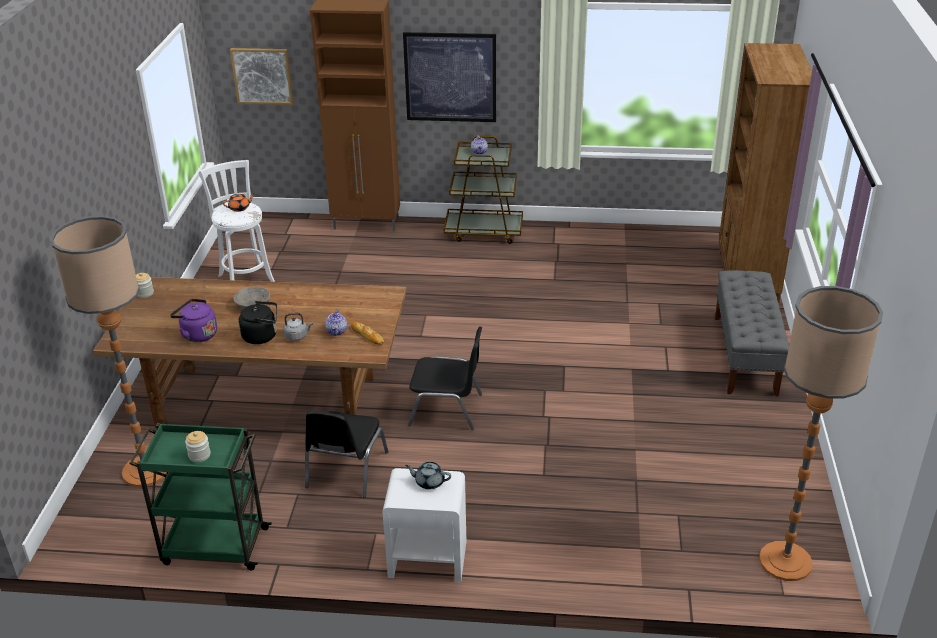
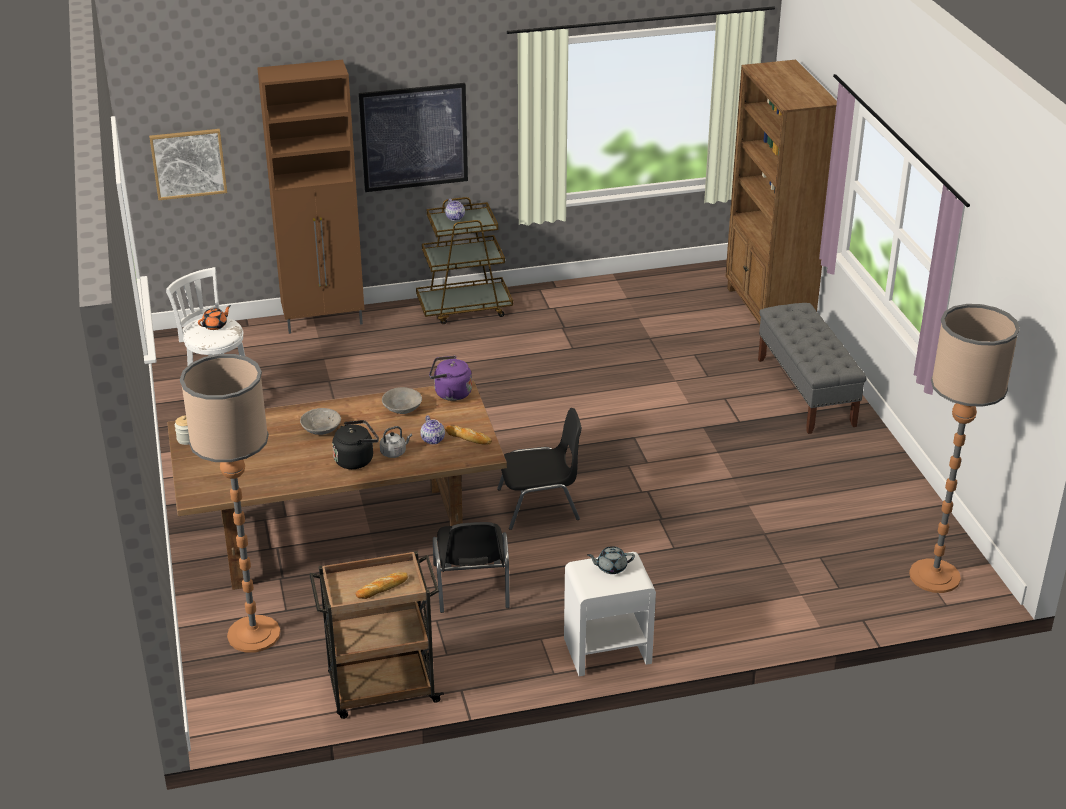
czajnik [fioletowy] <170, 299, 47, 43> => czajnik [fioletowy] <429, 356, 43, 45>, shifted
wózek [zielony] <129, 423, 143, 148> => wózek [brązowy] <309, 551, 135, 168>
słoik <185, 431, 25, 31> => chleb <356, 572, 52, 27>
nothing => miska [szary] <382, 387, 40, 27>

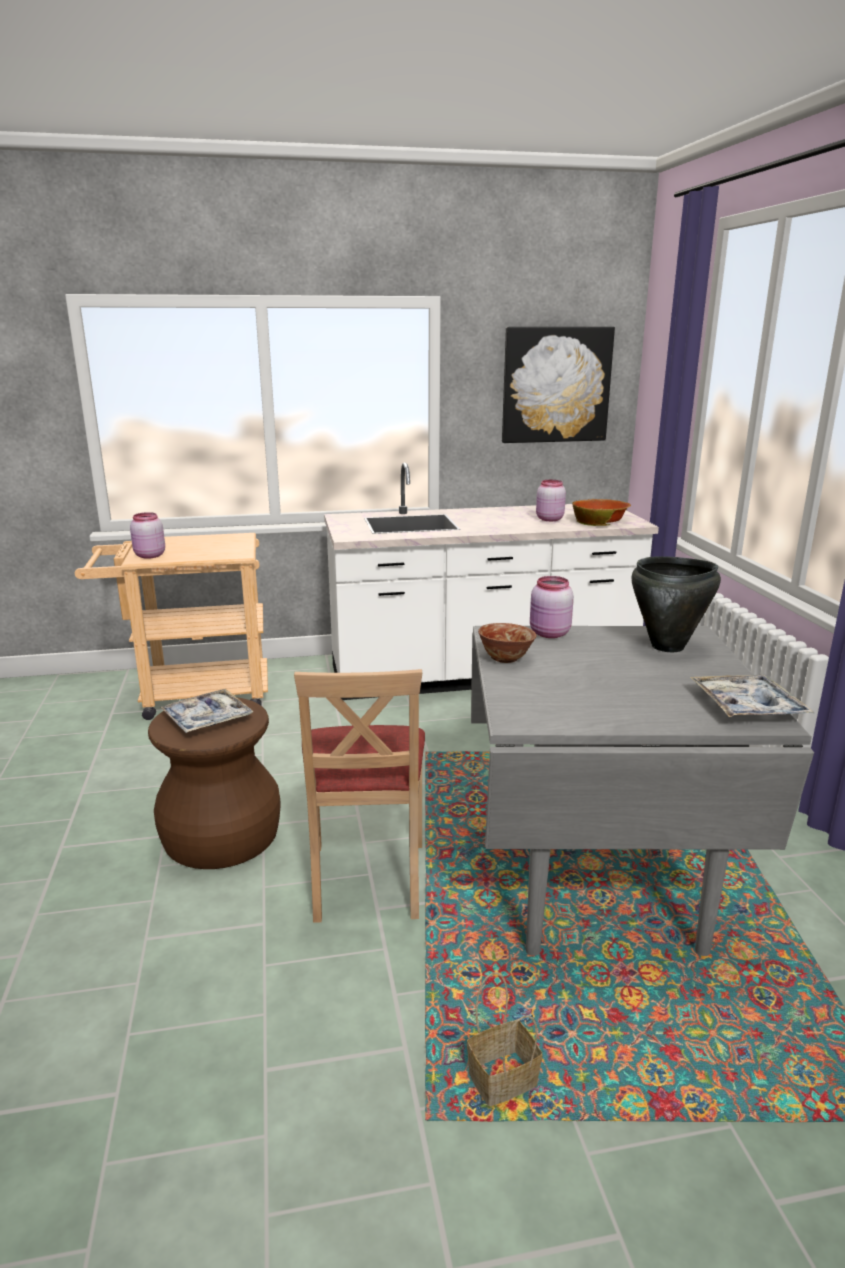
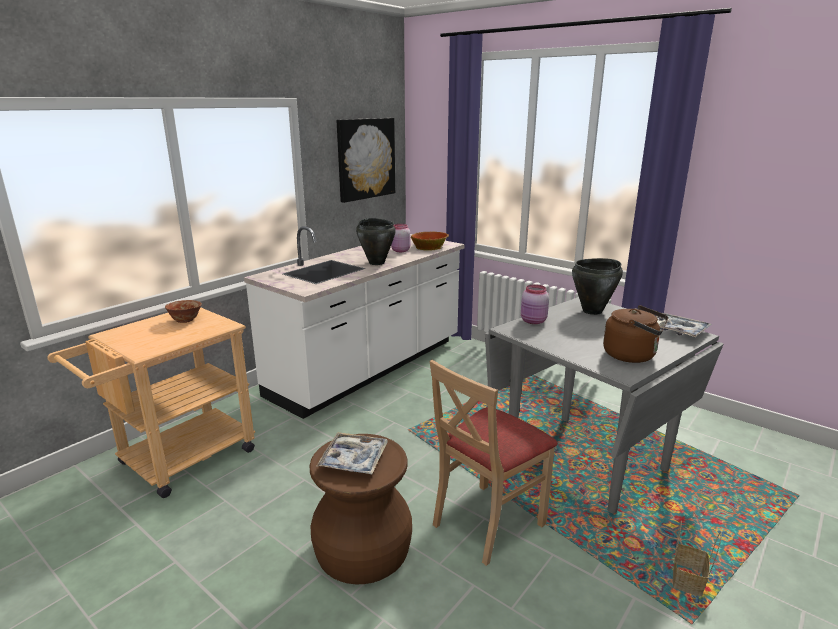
słoik [różowy] <130, 512, 35, 47> => nothing
miska <478, 623, 59, 40> => miska <165, 300, 37, 23>, shifted
krzesło [beżowy] <294, 669, 131, 254> => krzesło [beżowy] <430, 360, 128, 206>, 90 degrees clockwise
nothing => garnek [czarny] <356, 218, 40, 47>
nothing => czajnik [brązowy] <603, 305, 65, 58>

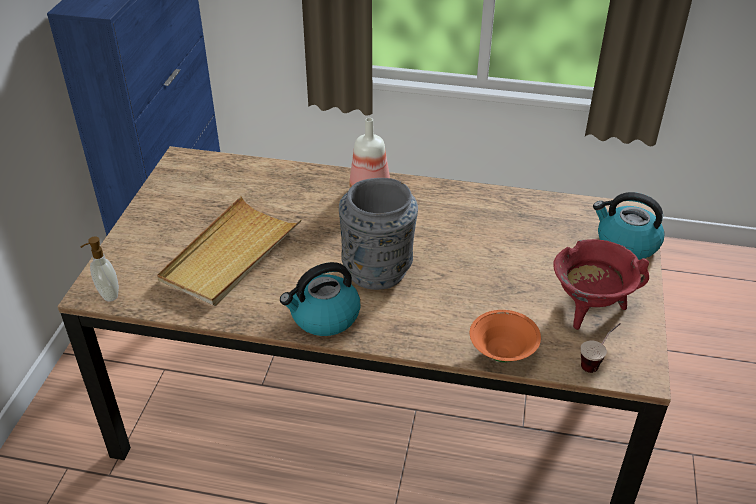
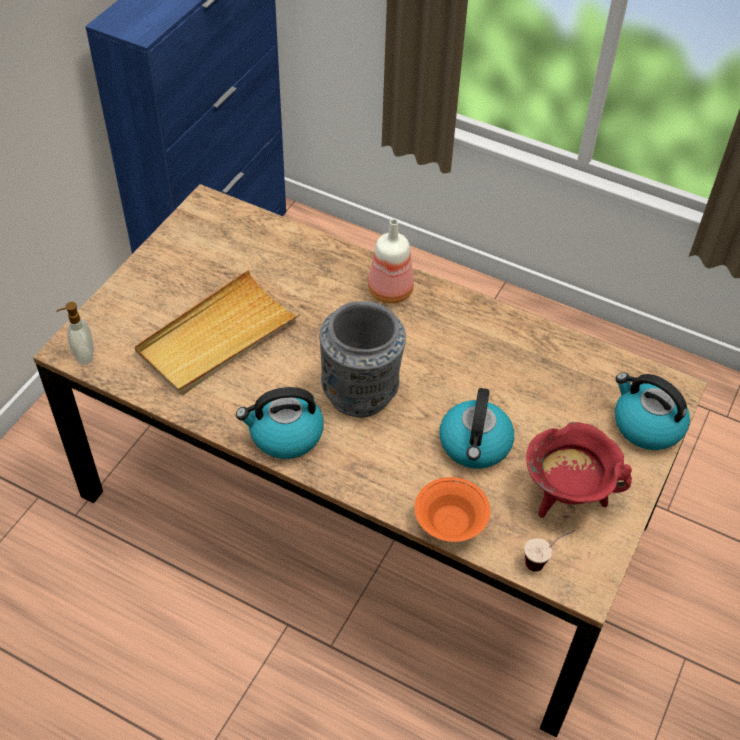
nothing => czajnik <439, 388, 75, 81>

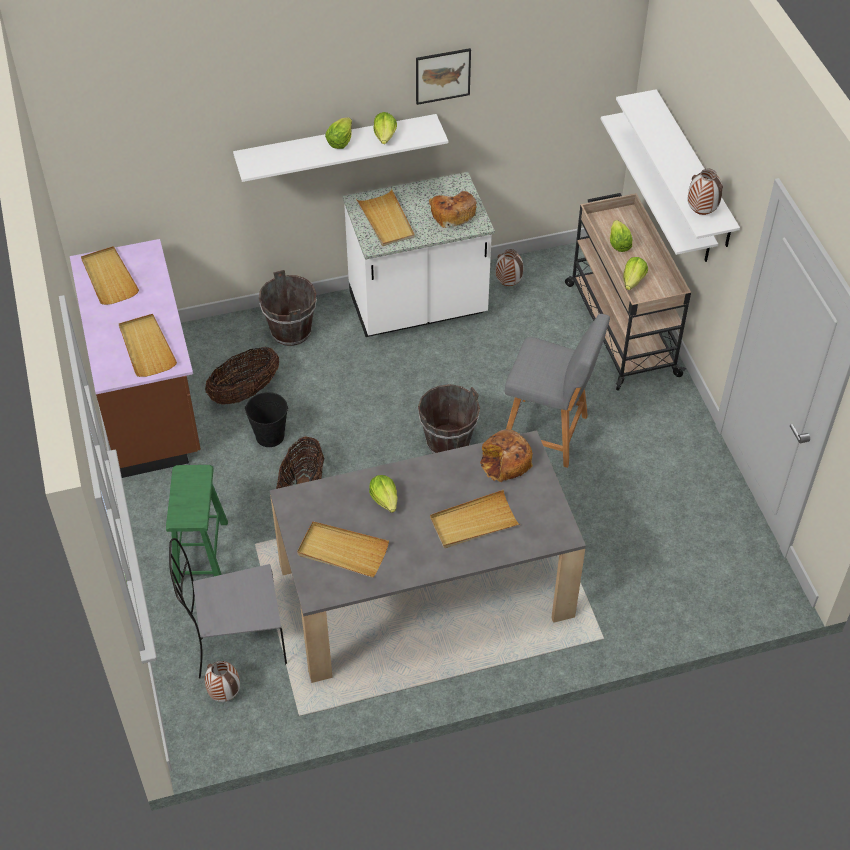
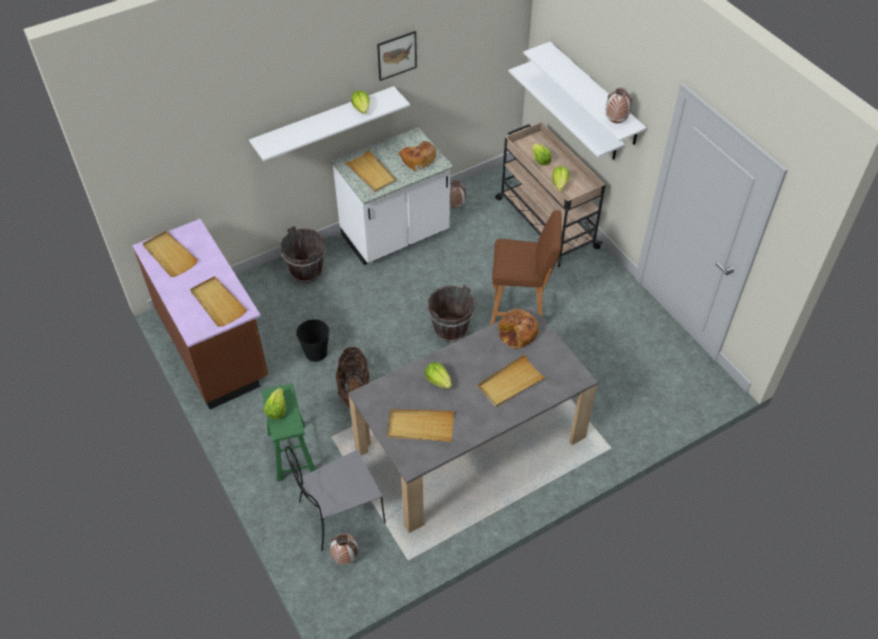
sałata <325, 117, 27, 32> => sałata <264, 388, 21, 31>, shifted
stołek [szary] <504, 314, 106, 154> => stołek [brązowy] <490, 211, 72, 114>
koszyk <205, 347, 74, 58> => nothing

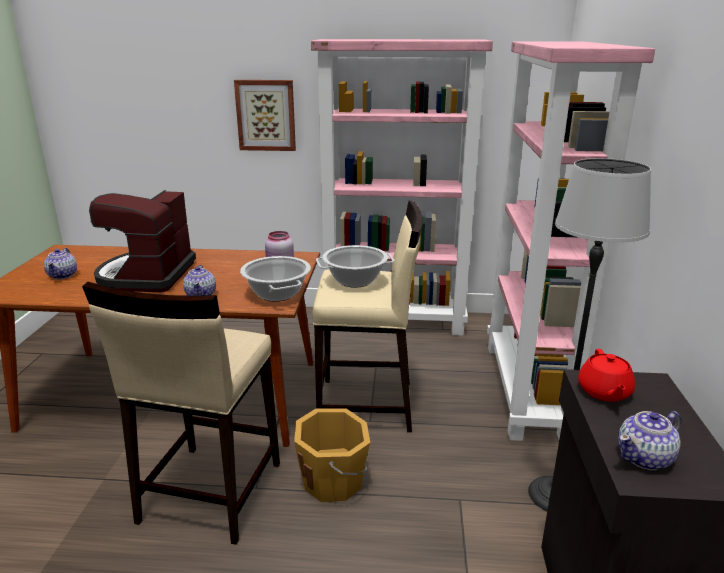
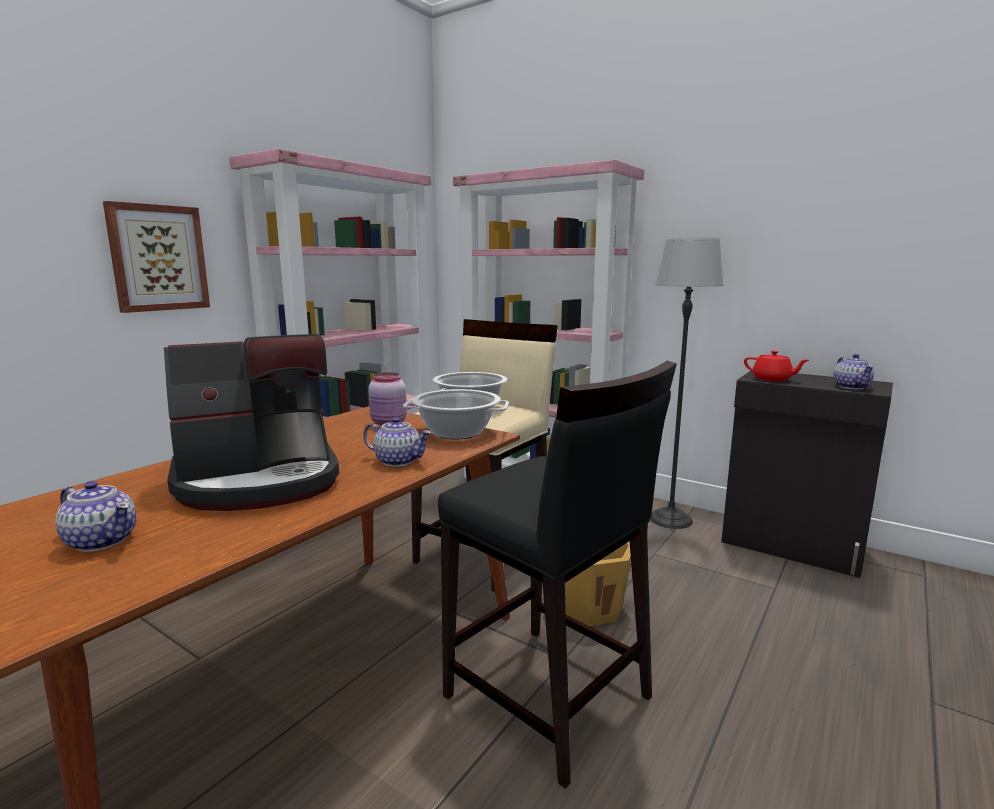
ekspres do kawy <89, 190, 107, 102> => ekspres do kawy <164, 334, 175, 177>, 60 degrees counterclockwise
stołek [beżowy] <82, 282, 198, 263> => stołek [czarny] <438, 361, 239, 428>

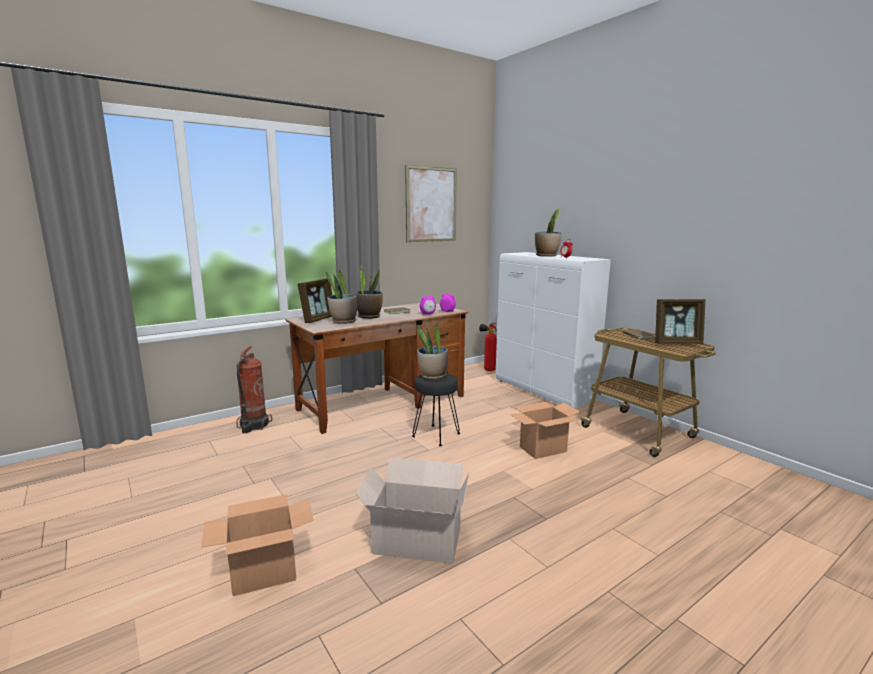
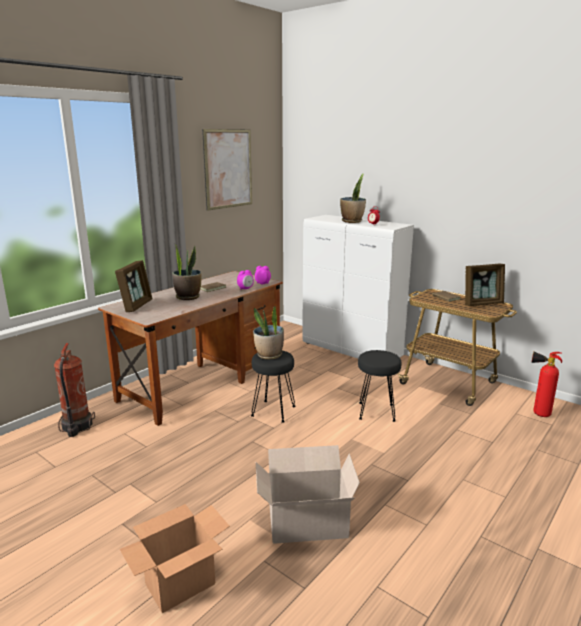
roślina doniczkowa <326, 269, 31, 55> => nothing
gaśnica <479, 323, 18, 48> => gaśnica <532, 352, 30, 65>, shifted
karton <510, 402, 70, 57> => stołek [czarny] <358, 350, 43, 72>

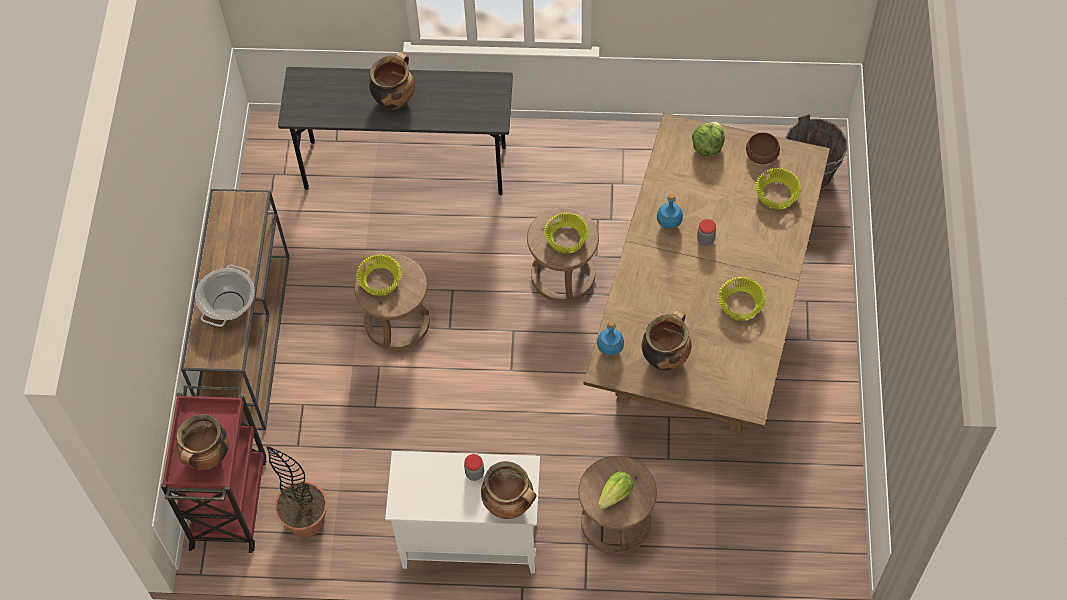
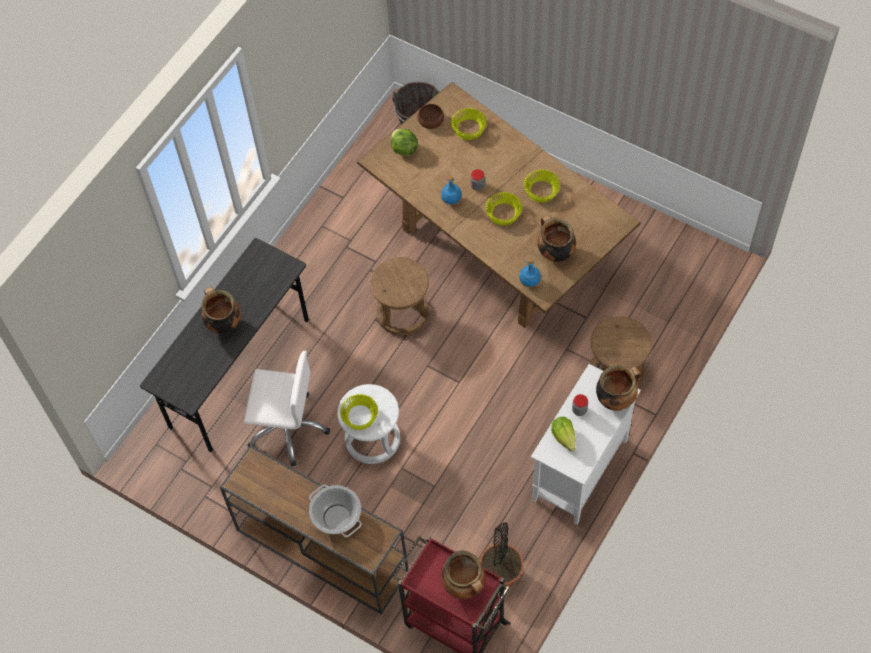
miska [żółty] <544, 213, 45, 41> => miska [żółty] <485, 192, 37, 34>, shifted
stołek [brązowy] <354, 255, 76, 96> => stołek [biały] <337, 384, 63, 80>
sałata <598, 471, 35, 39> => sałata <551, 417, 25, 34>, shifted
nothing => krzesło biurowe [biały] <244, 351, 86, 115>

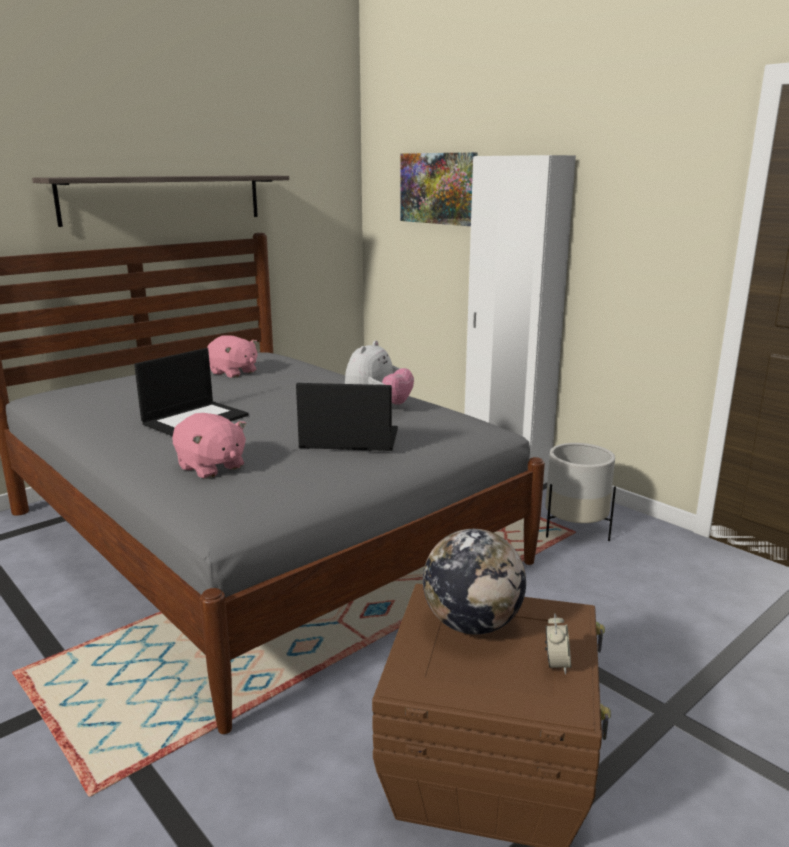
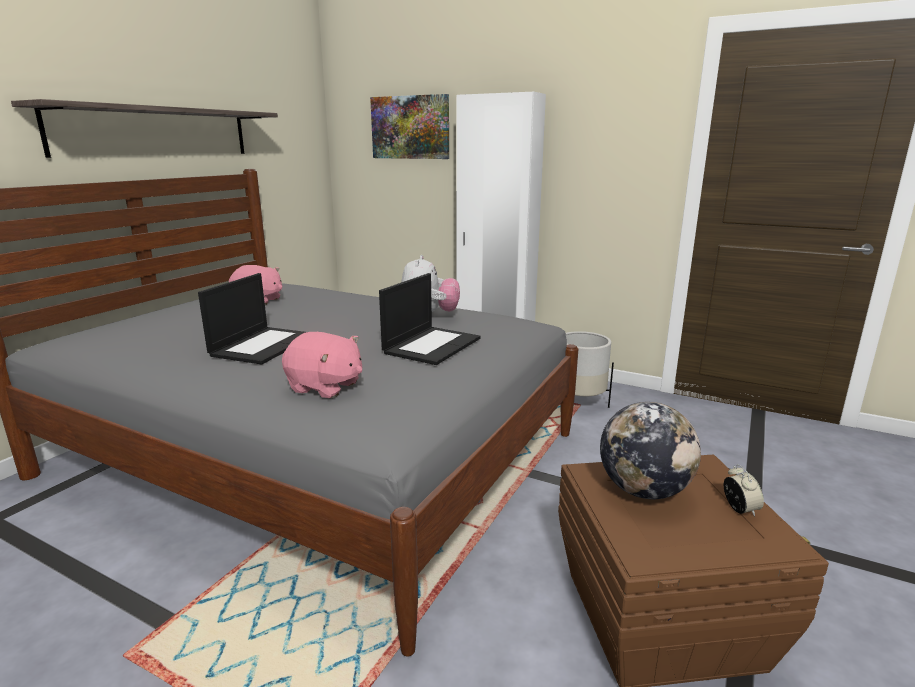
laptop <296, 383, 102, 68> => laptop <379, 273, 101, 92>, 135 degrees clockwise

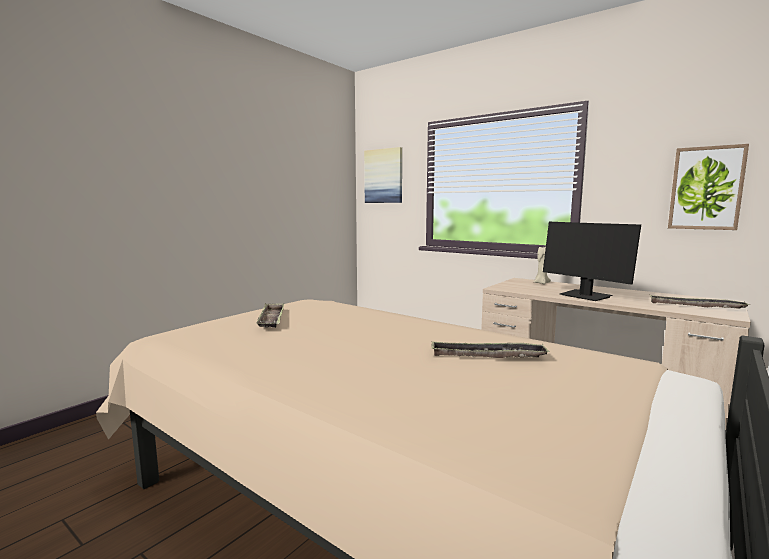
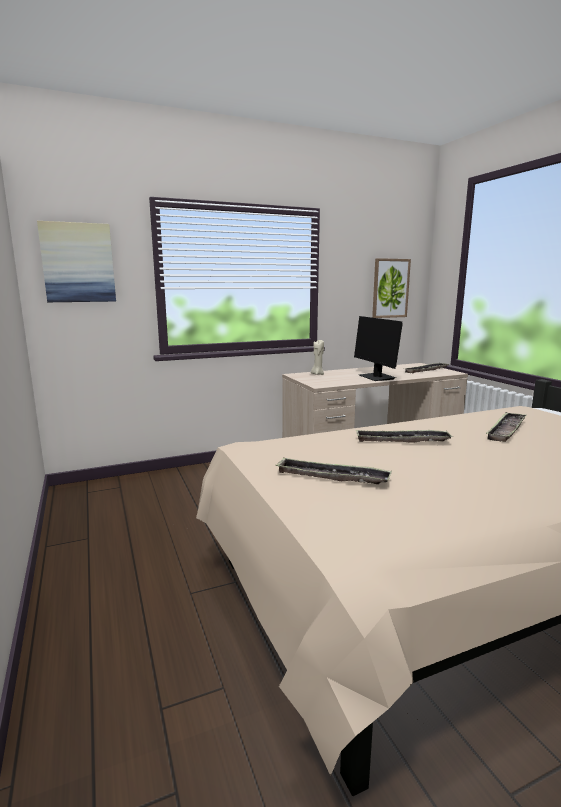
monitor <543, 222, 98, 79> => monitor <354, 316, 49, 65>, 75 degrees clockwise
nothing => taca <356, 430, 97, 13>

